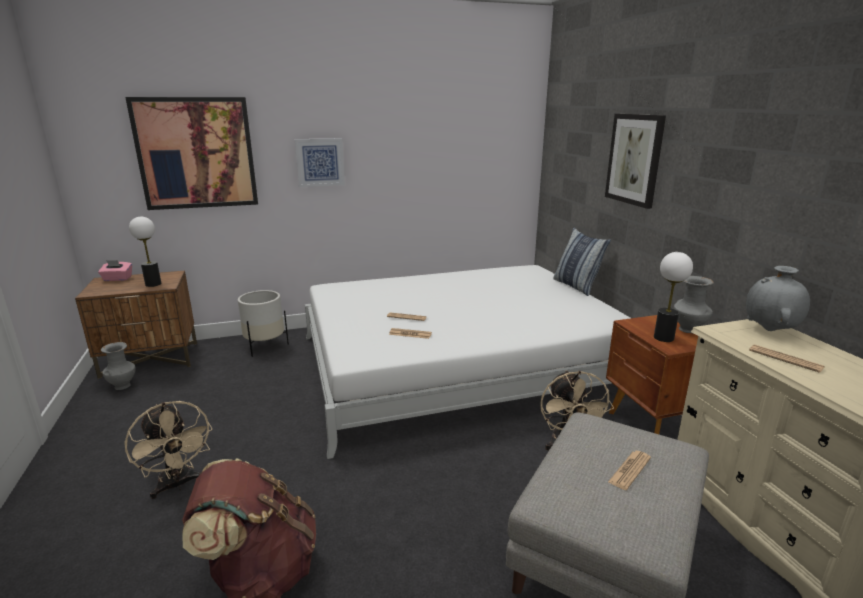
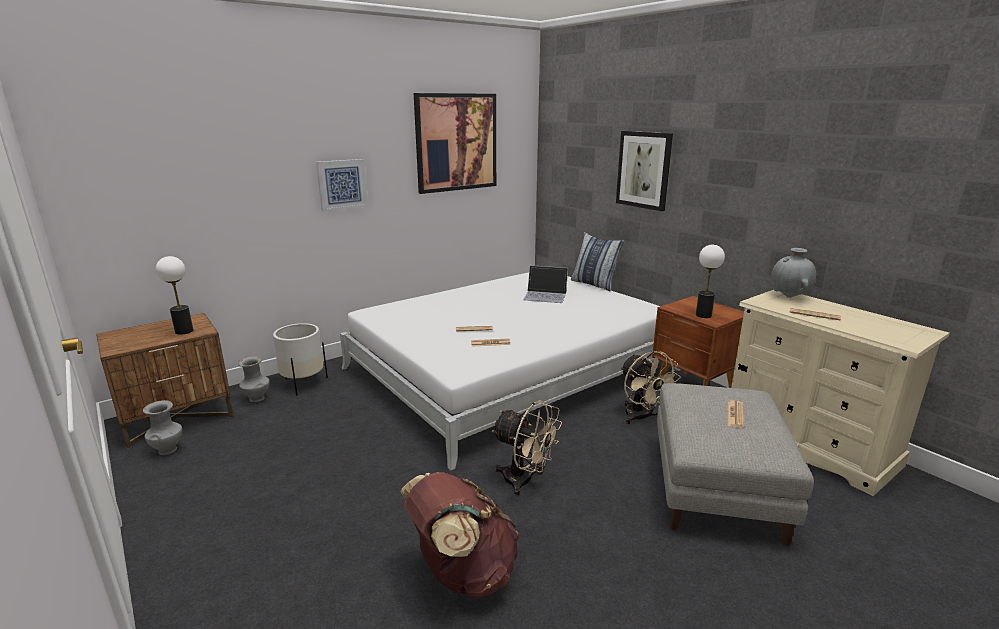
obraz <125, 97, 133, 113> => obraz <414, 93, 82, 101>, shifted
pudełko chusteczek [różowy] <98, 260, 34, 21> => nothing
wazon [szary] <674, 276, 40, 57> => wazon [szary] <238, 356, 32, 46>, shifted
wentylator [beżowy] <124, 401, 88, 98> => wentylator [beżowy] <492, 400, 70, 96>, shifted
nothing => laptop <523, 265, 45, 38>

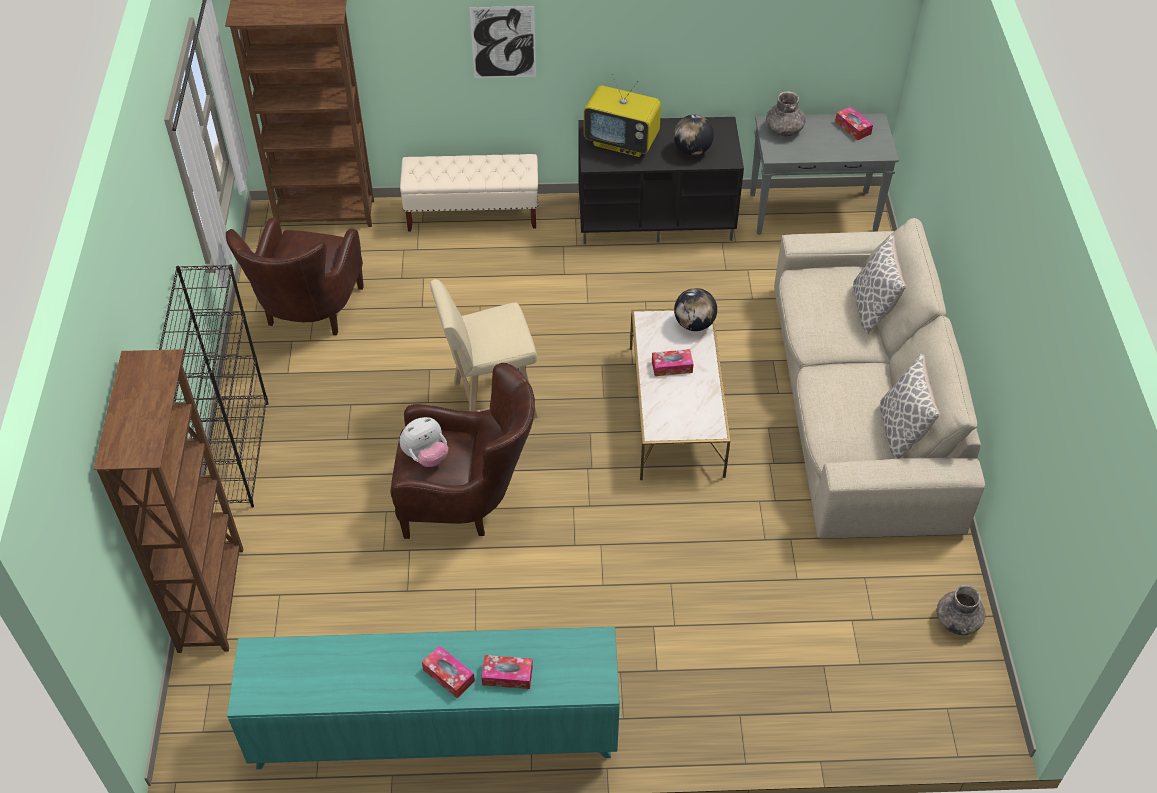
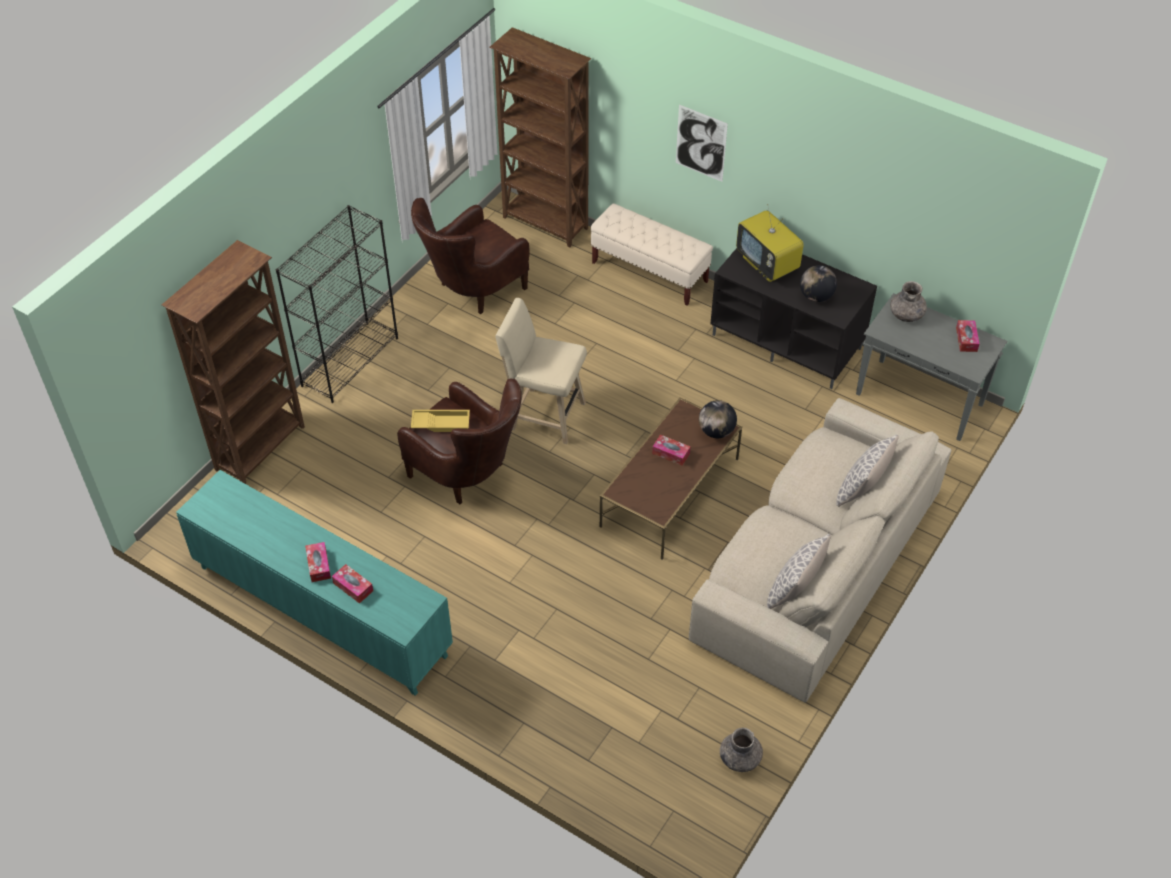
ława [biały] <630, 309, 100, 171> => ława [brązowy] <600, 397, 142, 163>
pluszak <400, 417, 48, 50> => taca [żółty] <411, 410, 59, 22>

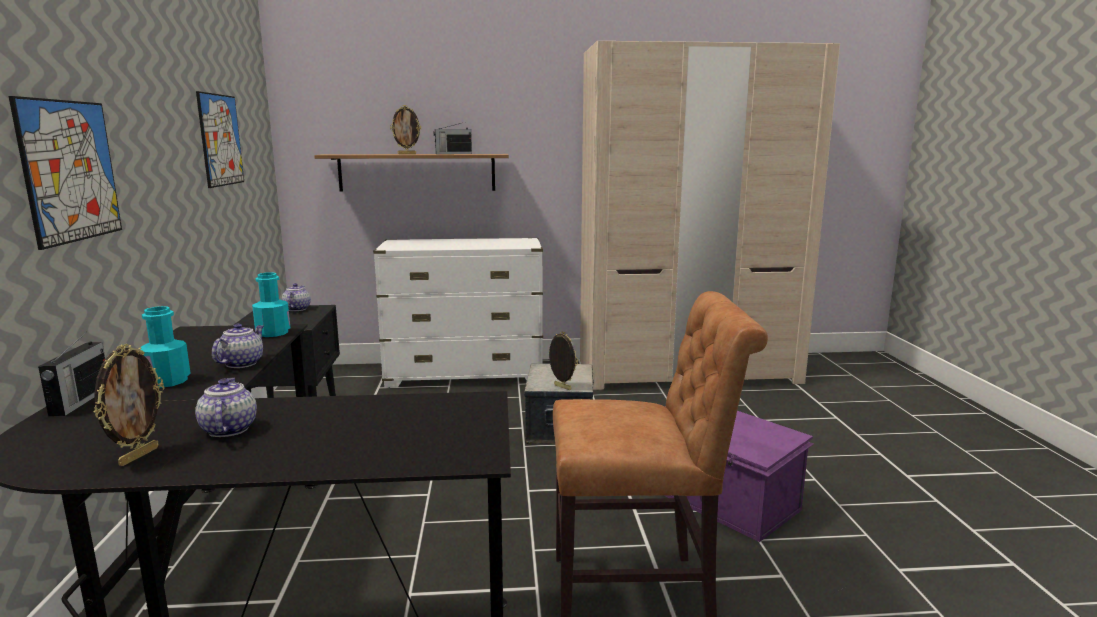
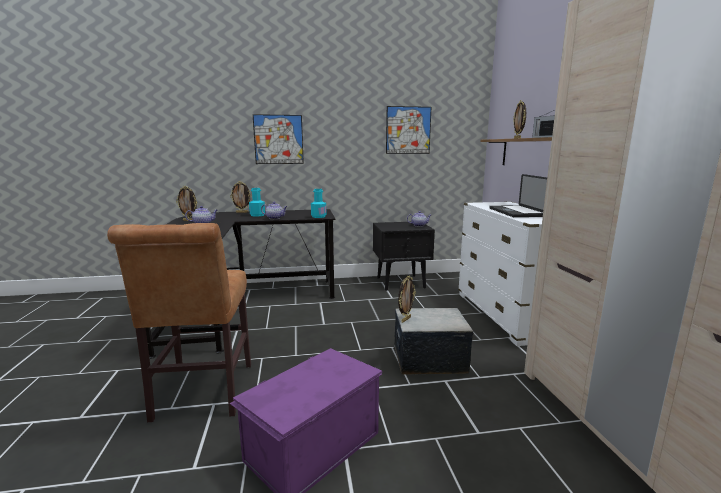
radio <38, 333, 67, 83> => ramka na zdjęcie <230, 181, 22, 32>
nothing => laptop <489, 174, 58, 43>

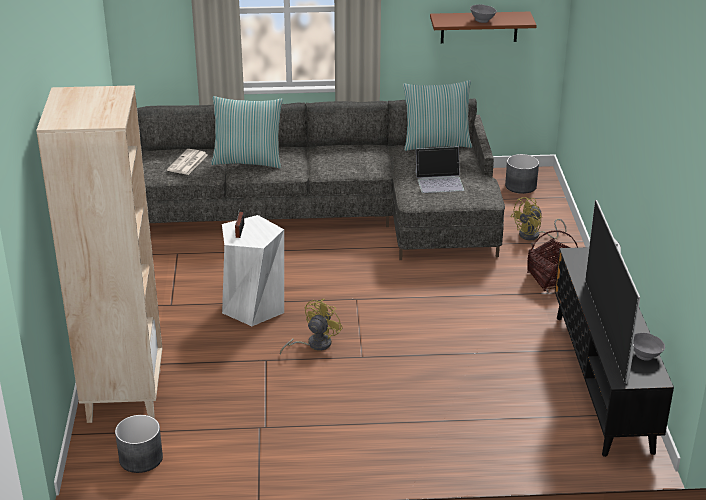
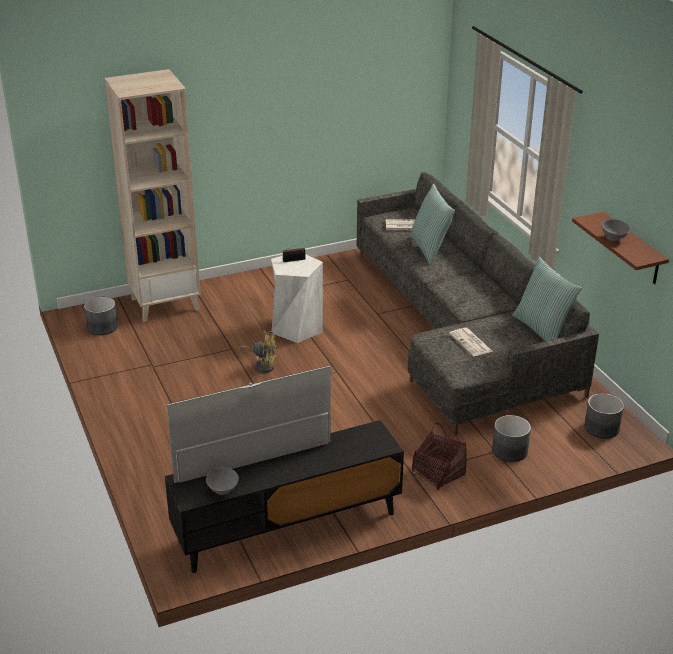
laptop <415, 146, 49, 47> => gazeta <449, 328, 43, 28>
wentylator [żółty] <511, 197, 55, 43> => donica [szary] <492, 415, 39, 47>

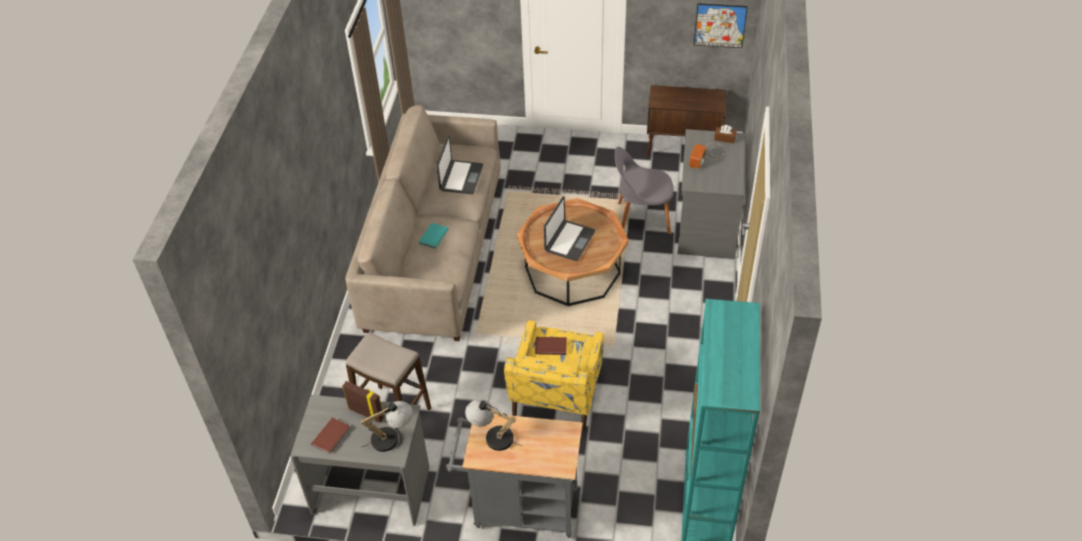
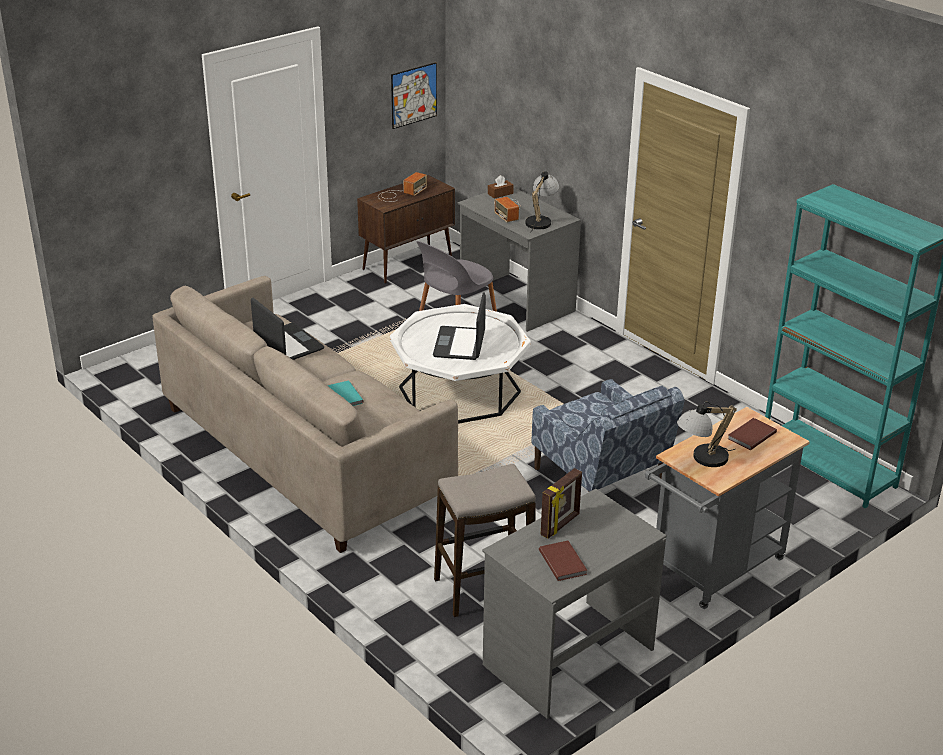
laptop <544, 196, 51, 65> => laptop <433, 292, 53, 68>, 150 degrees counterclockwise
ława [brązowy] <517, 198, 112, 108> => ława [biały] <390, 304, 141, 120>
fotel [żółty] <504, 320, 100, 111> => fotel [niebieski] <531, 379, 153, 113>
książka [brązowy] <535, 337, 32, 18> => książka [brązowy] <728, 418, 49, 32>, shifted
ramka na zdjęcie <342, 381, 42, 42> => ramka na zdjęcie <541, 468, 41, 70>, 150 degrees clockwise
lampa stołowa <361, 401, 52, 51> => lampa stołowa <525, 171, 34, 62>, shifted
nothing => radio <380, 172, 47, 30>

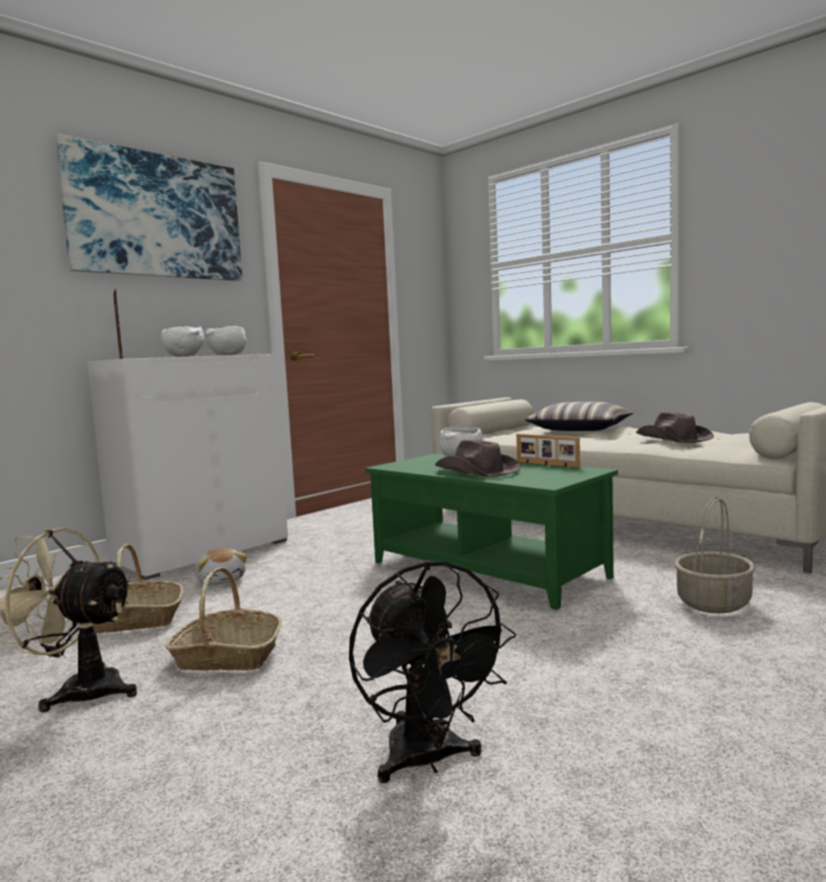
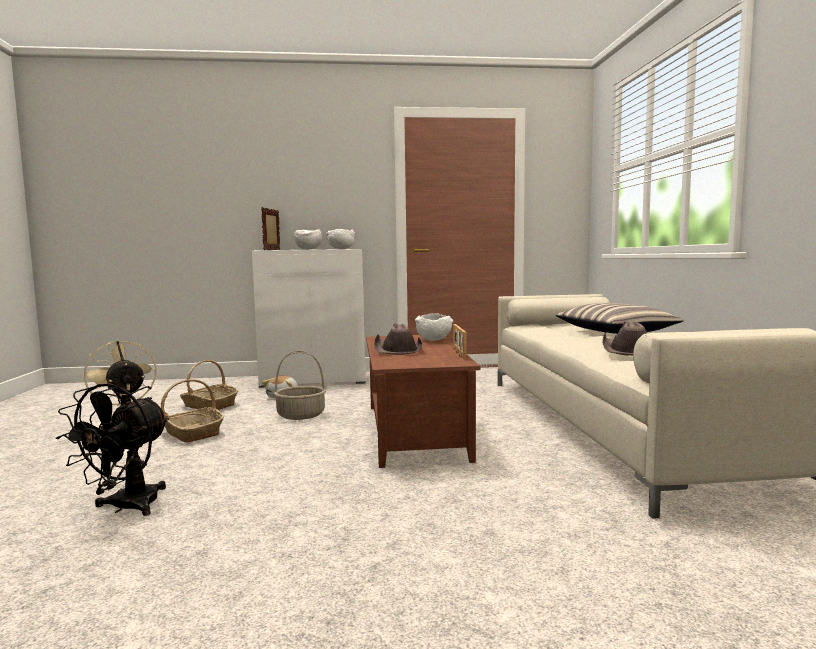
obraz <55, 134, 187, 147> => nothing
ława [zielony] <365, 454, 253, 156> => ława [brązowy] <366, 335, 115, 133>
koszyk <674, 497, 81, 116> => koszyk <274, 351, 52, 69>, shifted

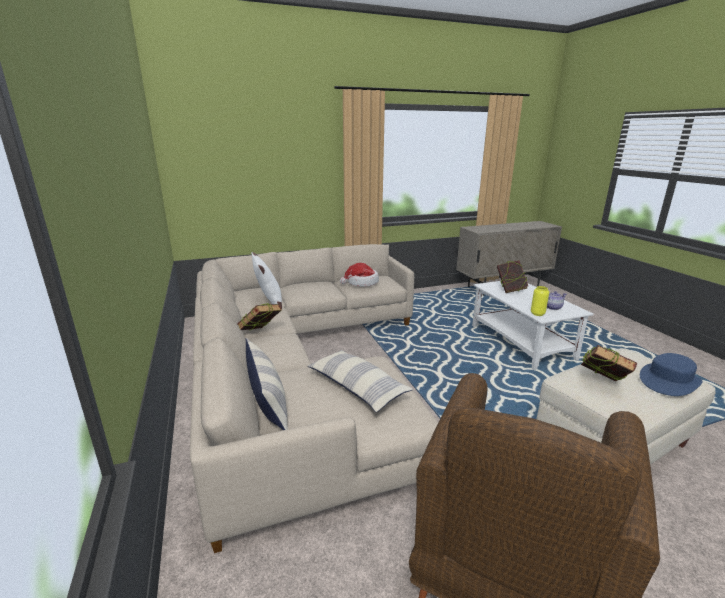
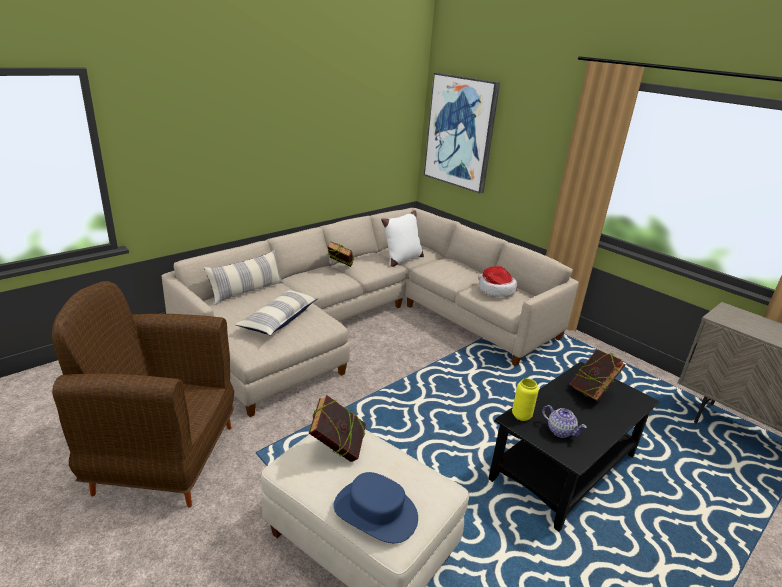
ława [biały] <472, 281, 122, 89> => ława [czarny] <488, 362, 172, 170>
nothing => obraz <424, 73, 76, 121>

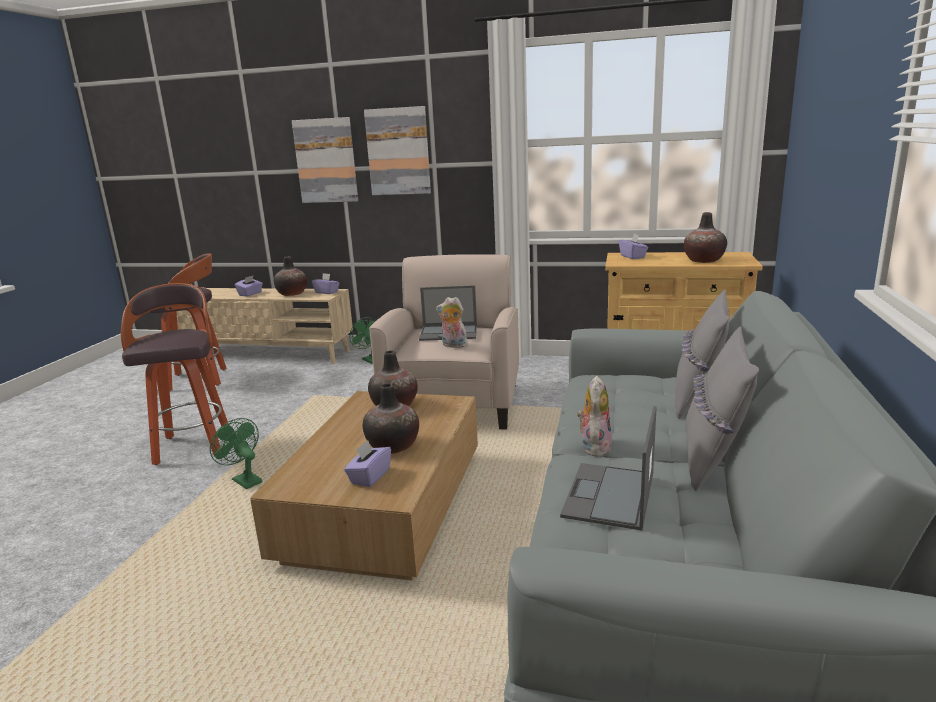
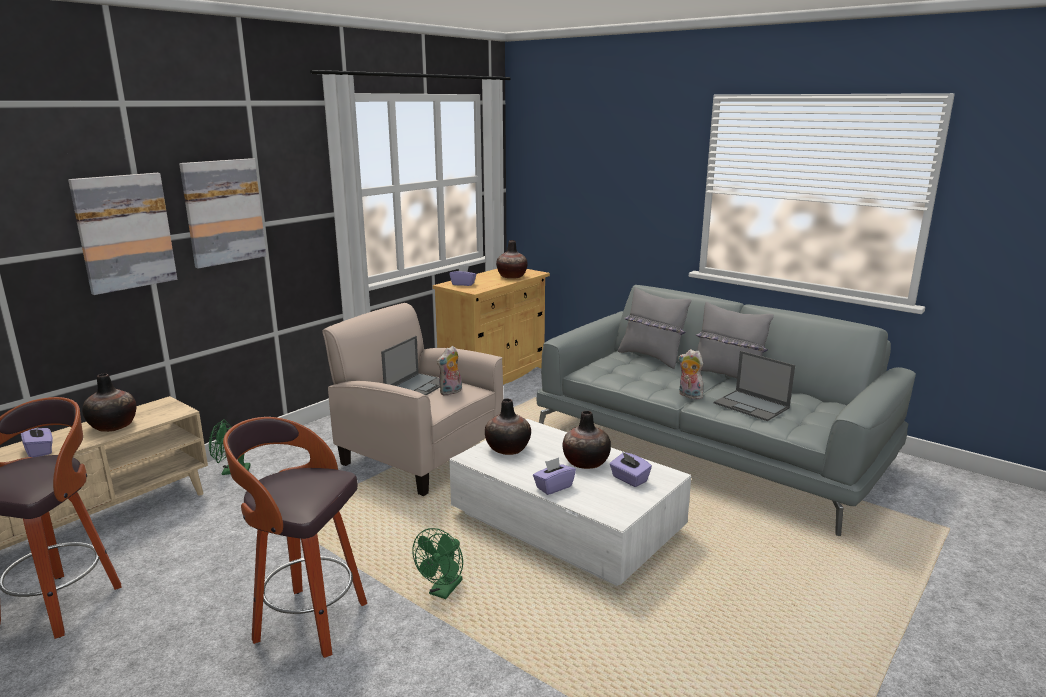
pudełko chusteczek [fioletowy] <312, 273, 27, 21> => pudełko chusteczek [fioletowy] <533, 457, 43, 38>, shifted
ława [brązowy] <250, 391, 228, 189> => ława [biały] <449, 419, 242, 167>
wentylator [zielony] <210, 418, 52, 71> => wentylator [zielony] <412, 528, 51, 71>, 45 degrees counterclockwise

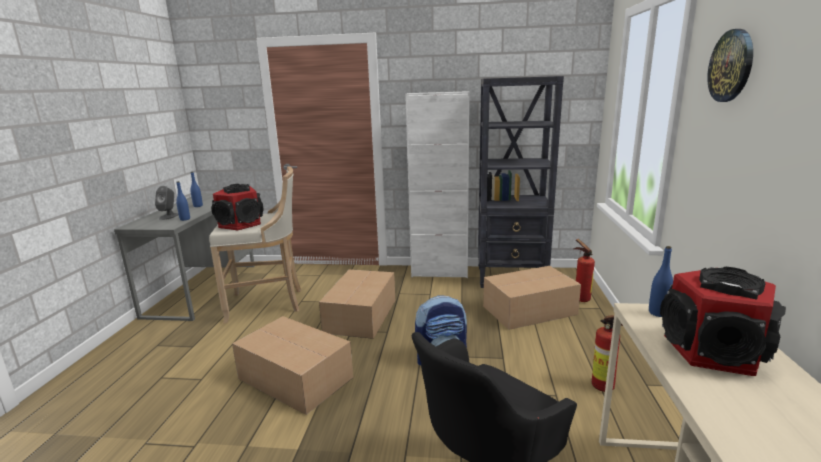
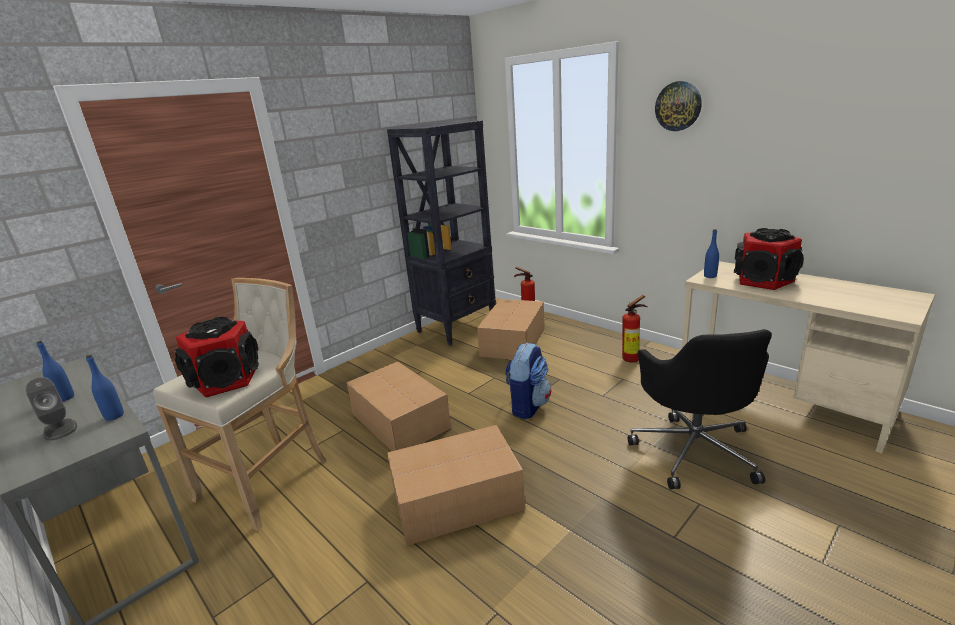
szafka [biały] <405, 91, 65, 187> => nothing

